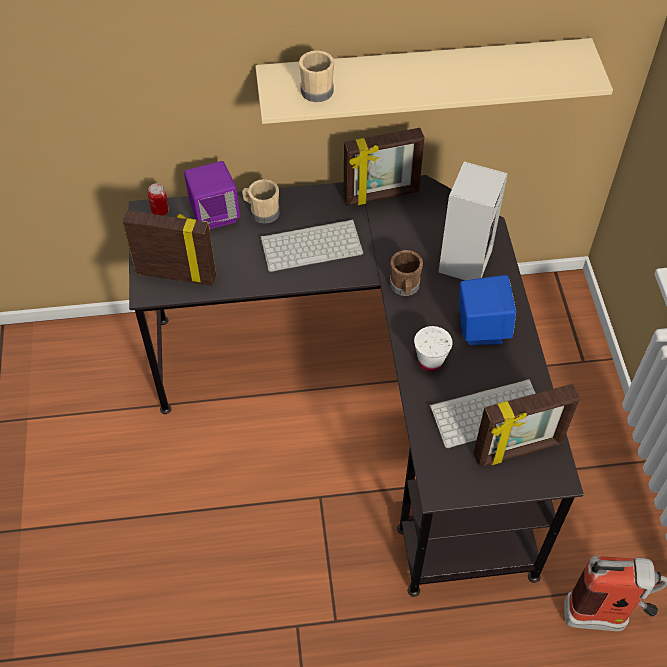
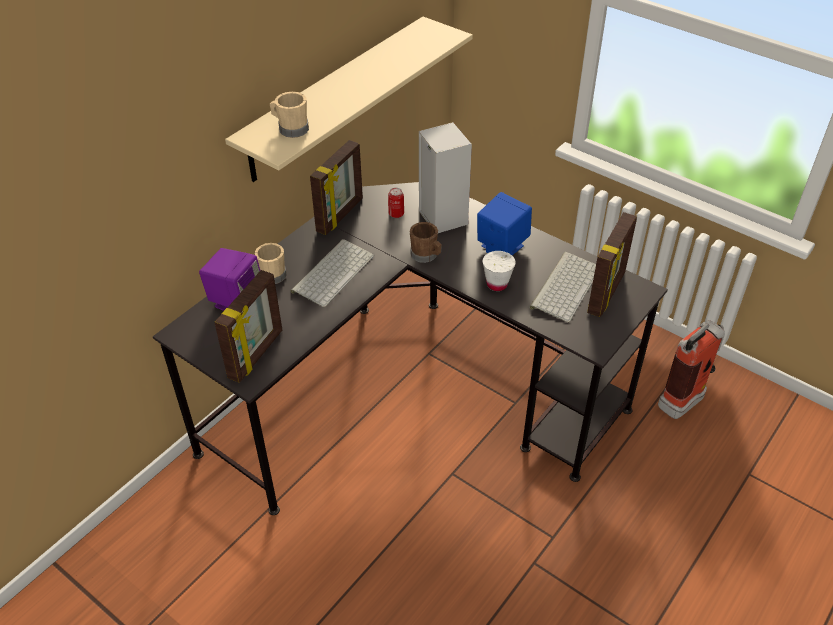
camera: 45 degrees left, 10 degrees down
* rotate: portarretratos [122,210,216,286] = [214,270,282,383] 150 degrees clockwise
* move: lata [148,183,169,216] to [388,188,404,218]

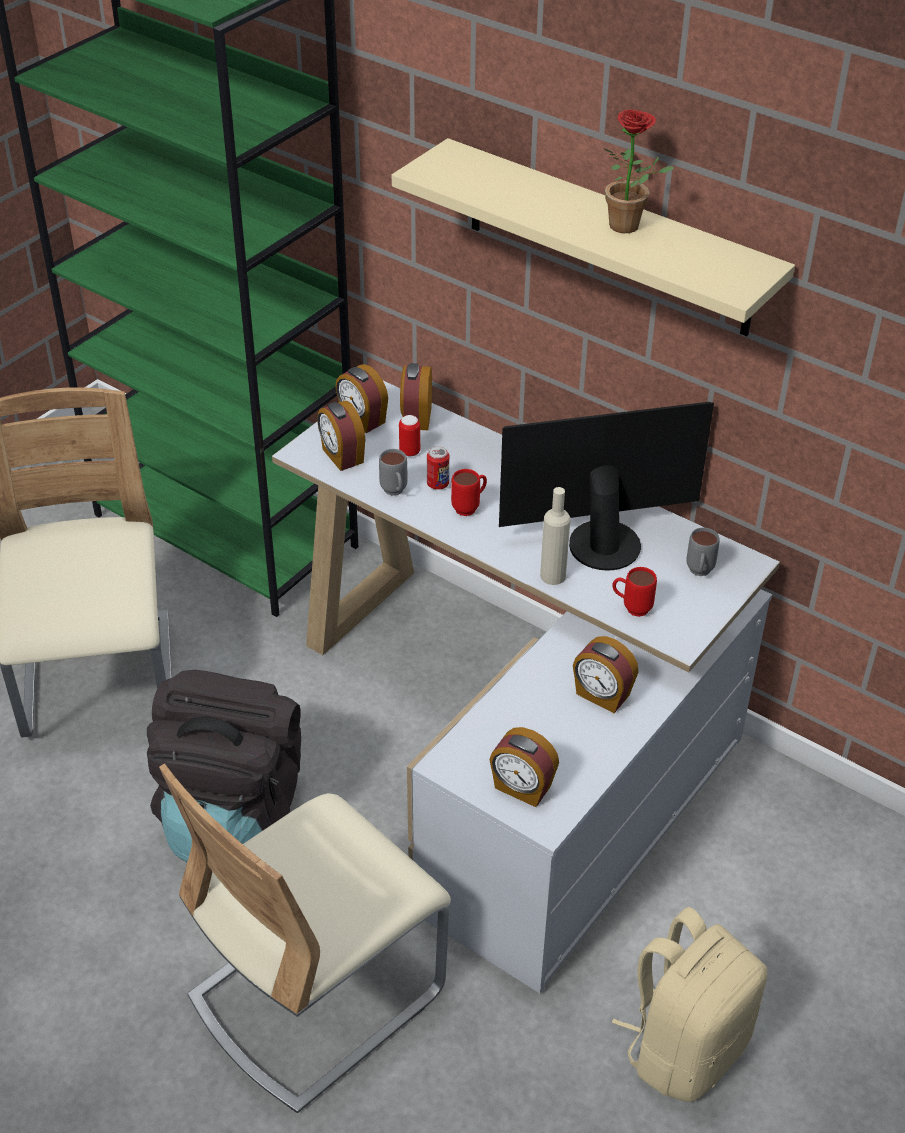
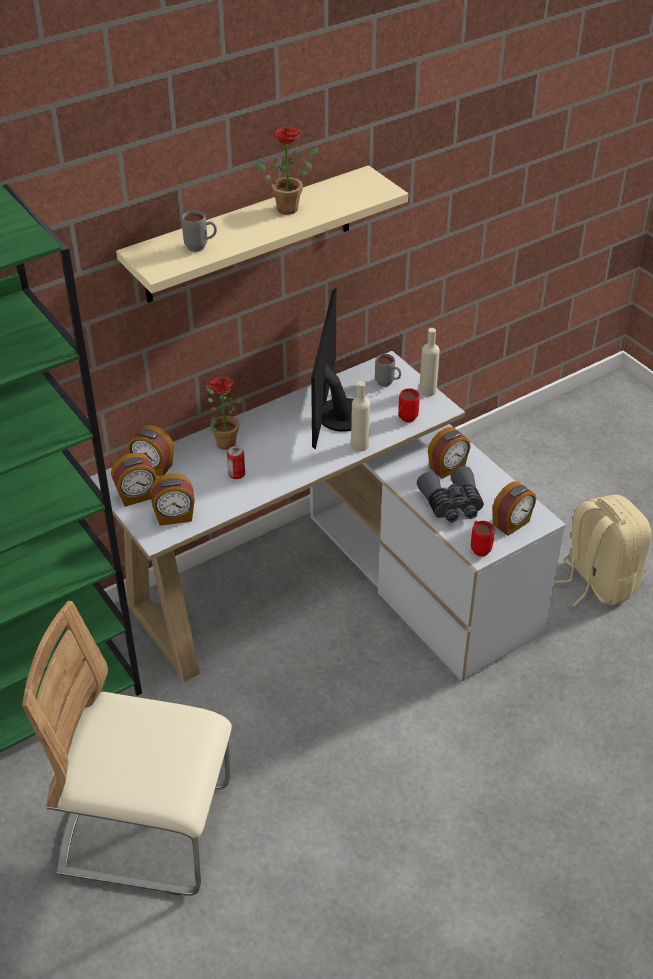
camera: 70 degrees left, 0 degrees up
* move: taza grande/gris [379,449,408,496] to [182,210,217,252]
* insert: planta en maceta [206,377,242,450]
* insert: prismáticos/gris [417,466,484,522]
* insert: botella/beis [419,328,440,397]
* move: taza grande/rojo [451,469,487,516] to [471,521,495,557]
* delete: mochila/negro [147,670,301,862]
* delete: silla/beis [159,764,451,1113]
* delete: lata [399,415,420,456]

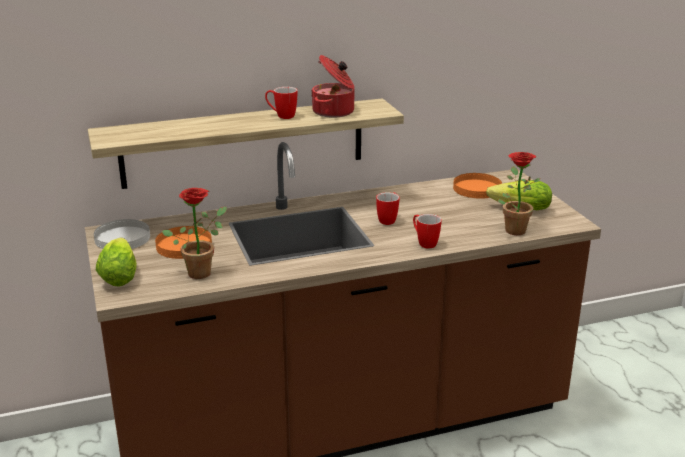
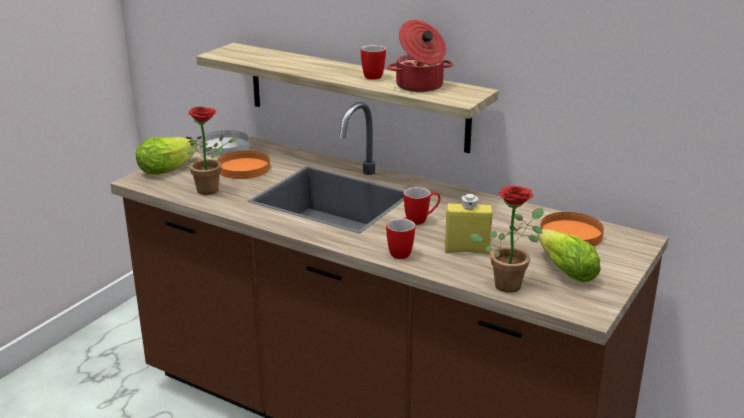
camera: 50 degrees right, 0 degrees up
* insert: botella/amarillo [445,194,493,255]

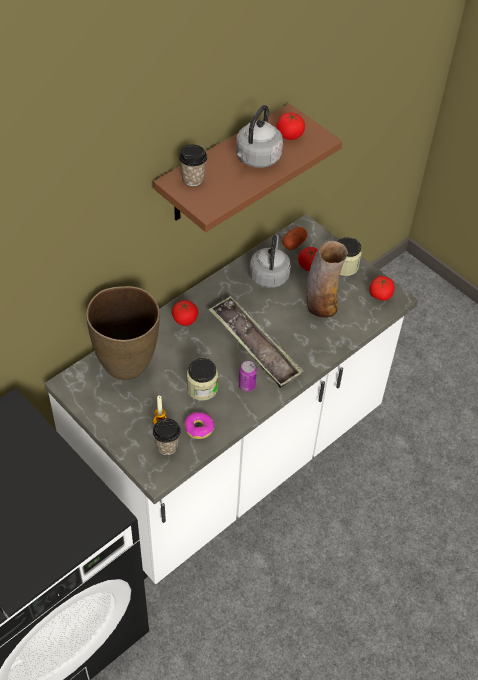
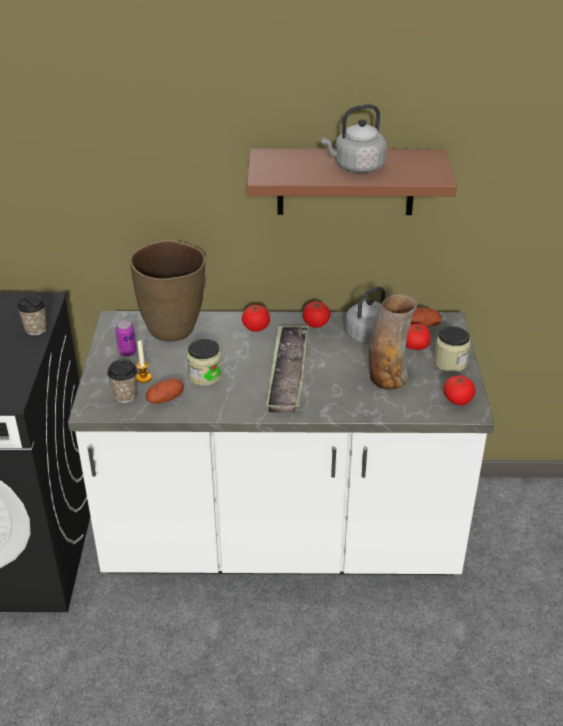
camera: 45 degrees right, 15 degrees down
* move: taza [179,145,207,186] to [17,294,47,335]
* move: lata [239,361,257,392] to [115,320,136,356]
* replace: rosquilla [185,412,214,439] to patata [146,378,184,404]
* move: tomate [276,112,305,140] to [303,301,331,328]

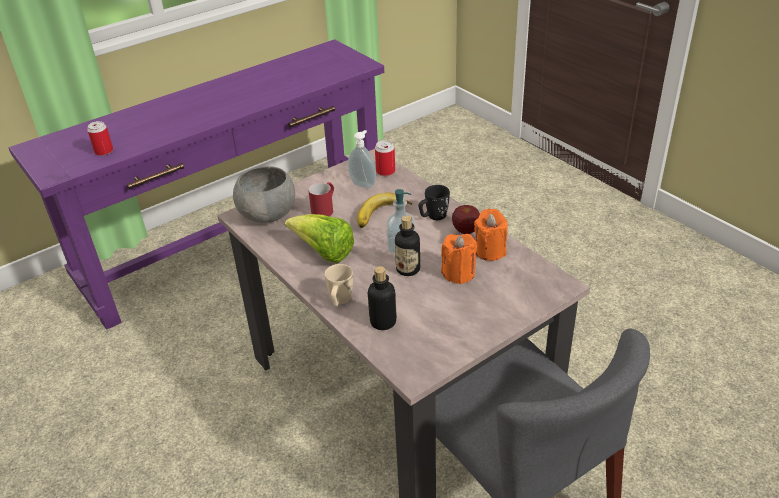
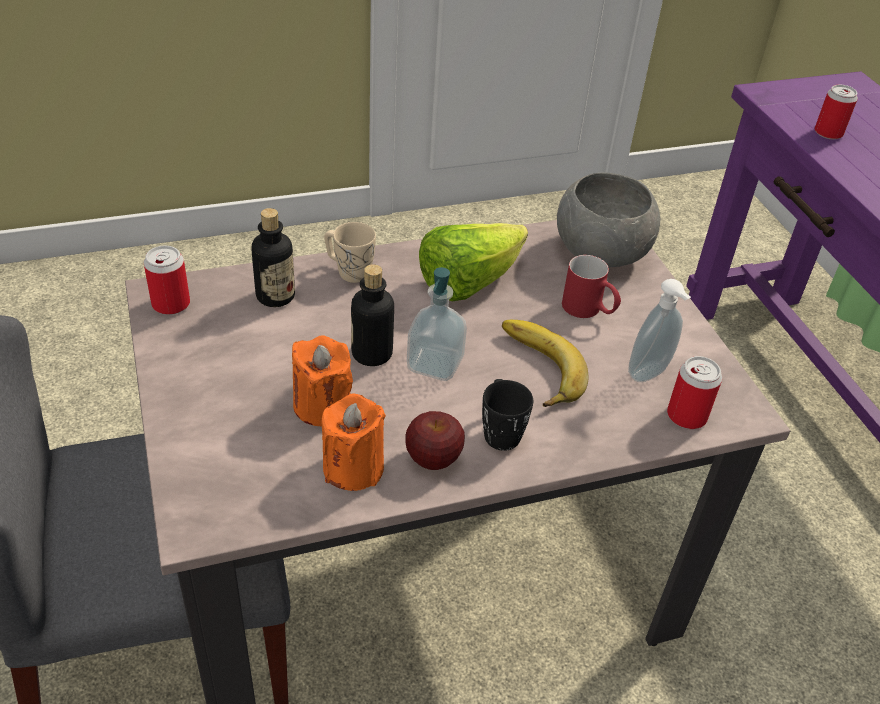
camera: 105 degrees right, 5 degrees up
* insert: lata [144,246,190,315]

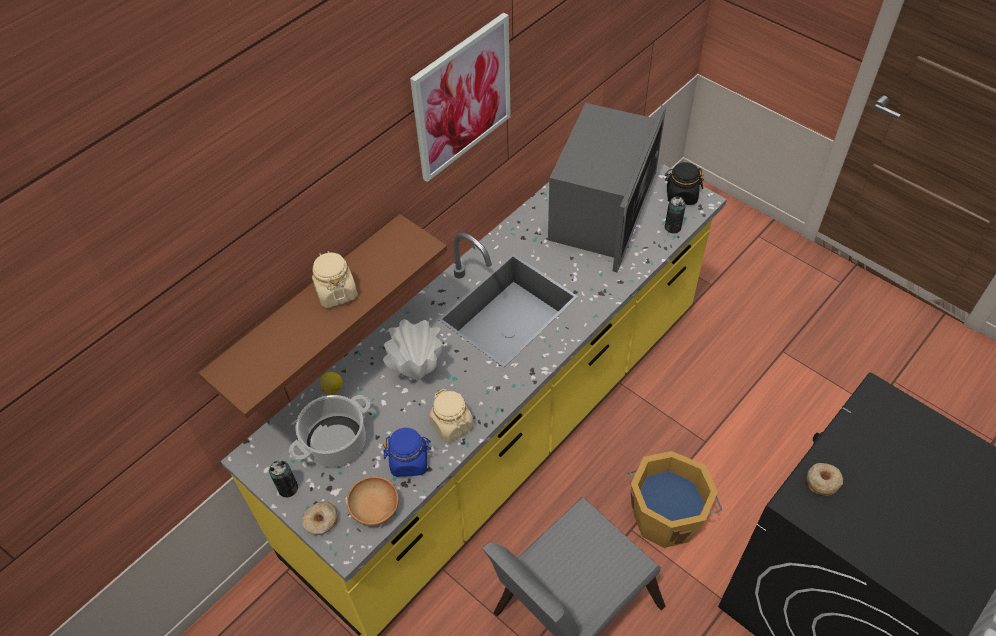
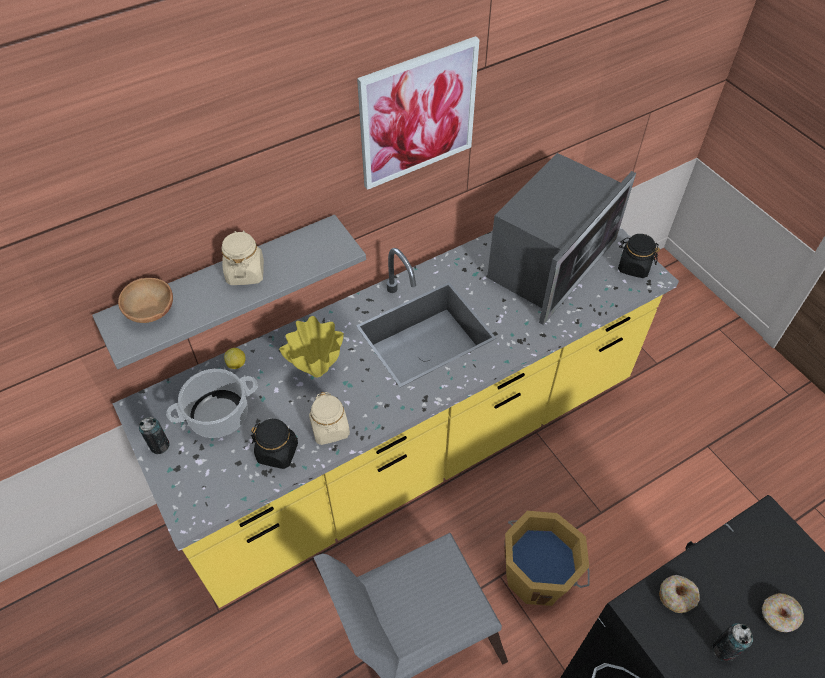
camera: 15 degrees right, 0 degrees up
* recolor: estante/marrón [198,214,447,419] to estante/gris [92,215,366,369]
* move: cuenco/marrón [347,476,399,526] to [118,278,173,323]
* recolor: tarro/azul [383,428,431,477] to tarro/negro [251,419,298,469]
* recolor: florero/blanco [383,319,442,380] to florero/amarillo [279,316,344,377]
* move: lata [665,196,686,234] to [712,623,753,662]
* move: rosquilla [302,501,338,535] to [762,593,804,632]

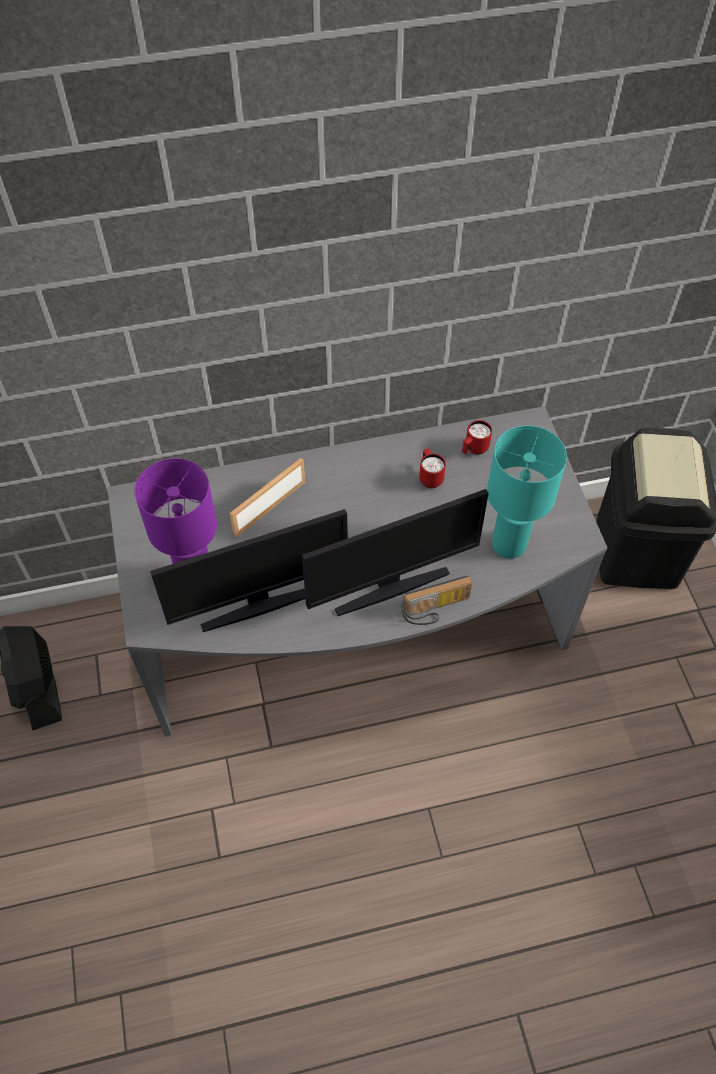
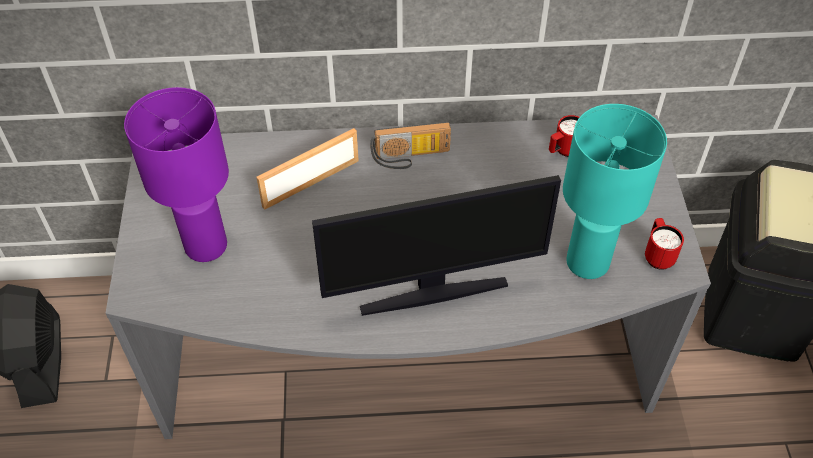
camera: 10 degrees right, 5 degrees down
* move: radio [401,576,472,625] to [370,122,451,169]
* move: taza grande/rojo [419,449,446,488] to [645,218,684,270]
* delete: monitor [150,509,348,632]

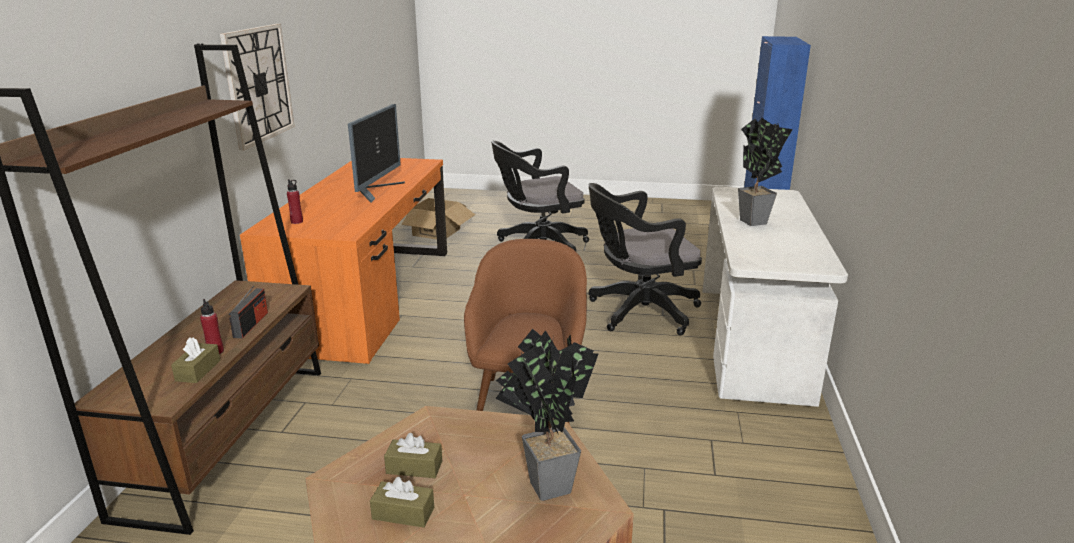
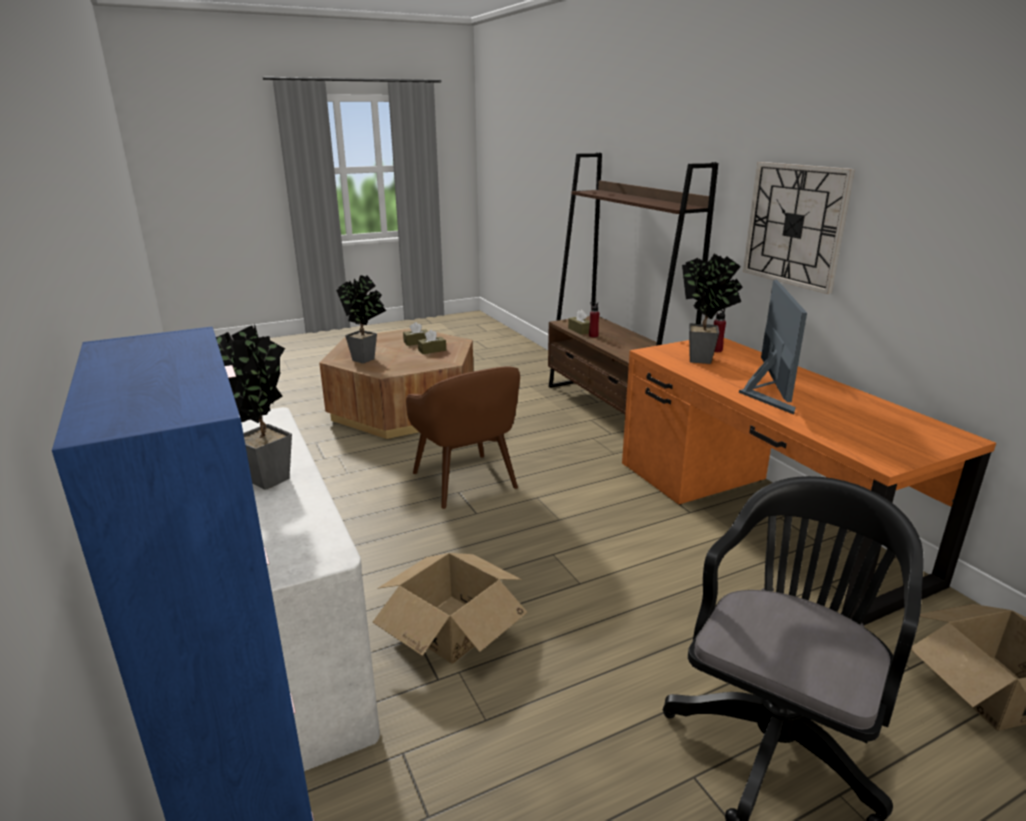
camera: 145 degrees right, 0 degrees up
* replace: silla de oficina/negro [588,183,702,336] to caja de cartón [373,553,527,664]
* insert: planta en maceta [682,254,743,364]
* rotate: monitor [348,104,405,203] = [739,280,807,414] 150 degrees counterclockwise
* delete: radio [229,285,268,338]

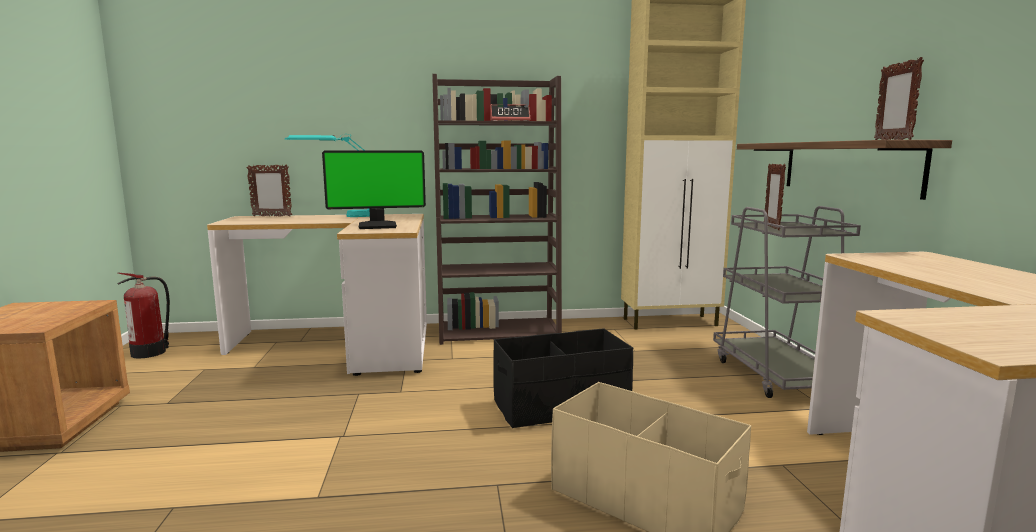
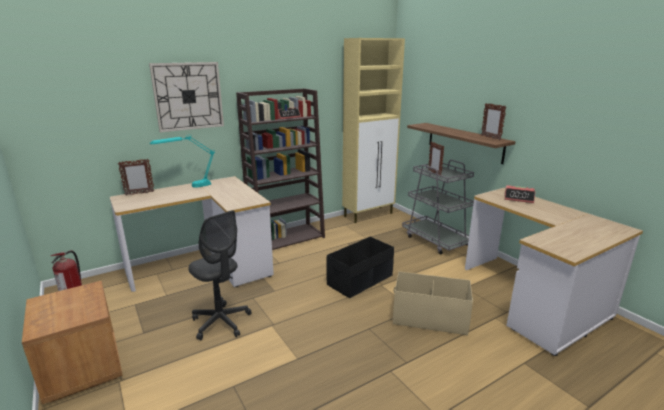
camera: 25 degrees left, 10 degrees up
* insert: reloj de pared [149,62,224,132]
* insert: silla de oficina/gris [188,210,251,340]
* insert: despertador [504,185,535,203]
* delete: monitor [322,151,426,229]

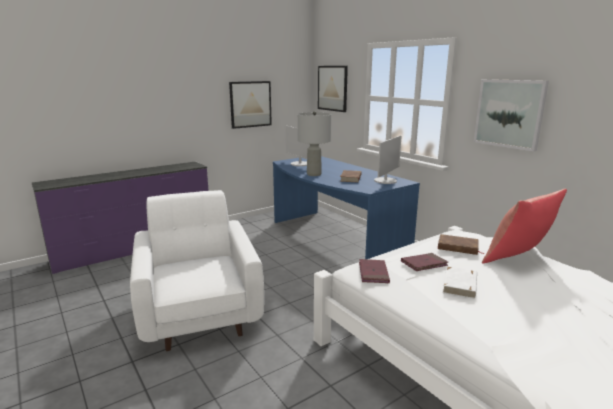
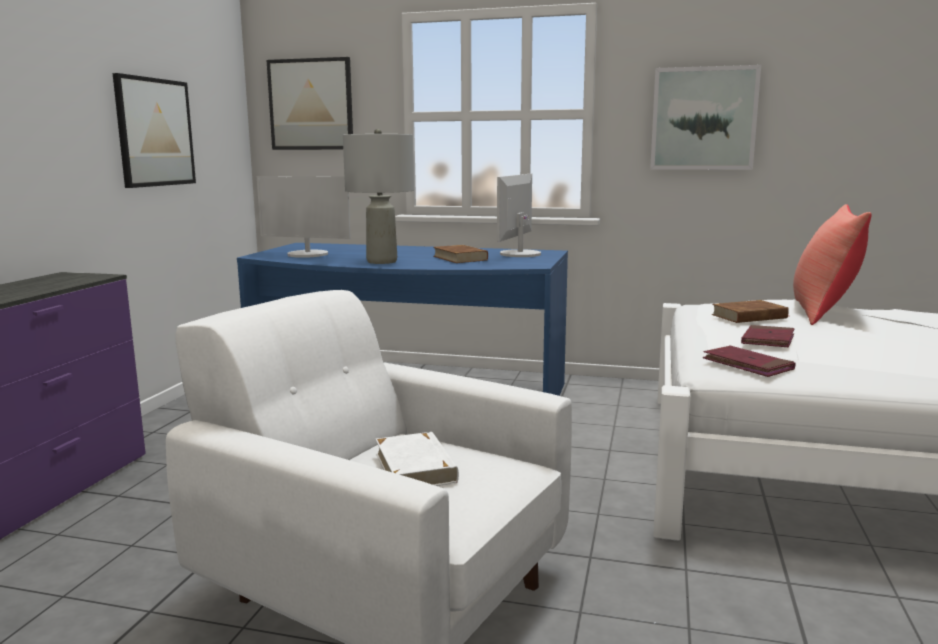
camera: 40 degrees left, 5 degrees down
* move: libro/blanco [442,266,477,299] to [375,432,459,486]
* rotate: monitor [374,135,401,184] = [497,174,541,257] 150 degrees counterclockwise

